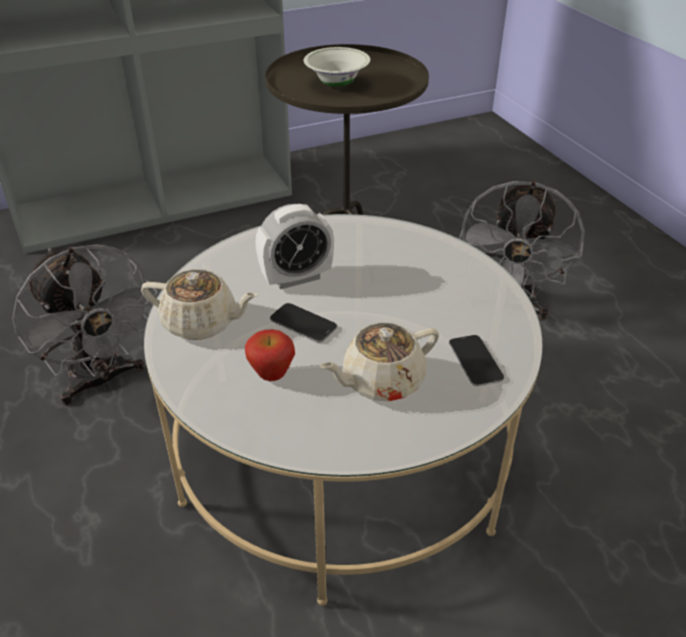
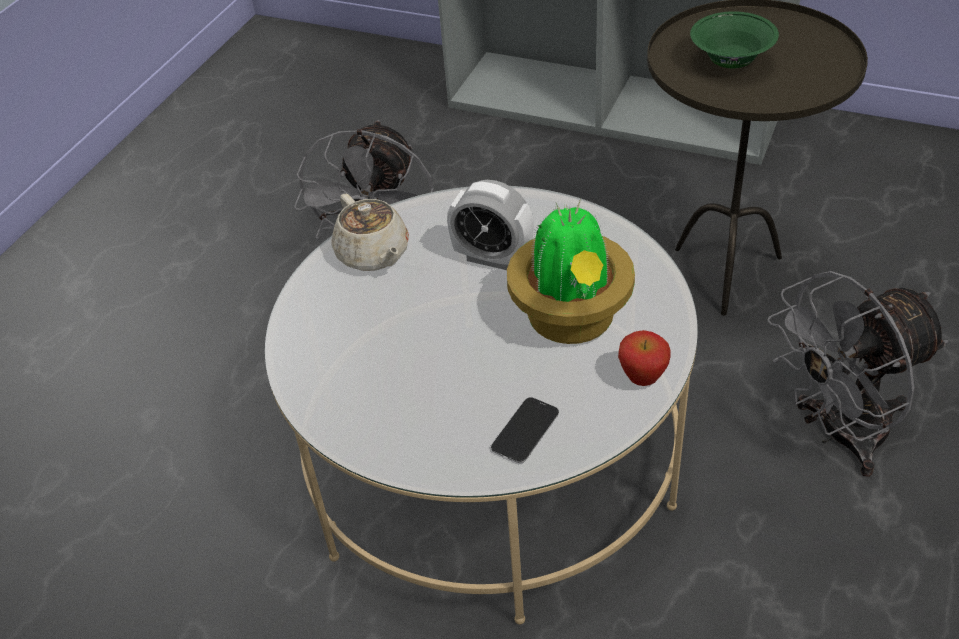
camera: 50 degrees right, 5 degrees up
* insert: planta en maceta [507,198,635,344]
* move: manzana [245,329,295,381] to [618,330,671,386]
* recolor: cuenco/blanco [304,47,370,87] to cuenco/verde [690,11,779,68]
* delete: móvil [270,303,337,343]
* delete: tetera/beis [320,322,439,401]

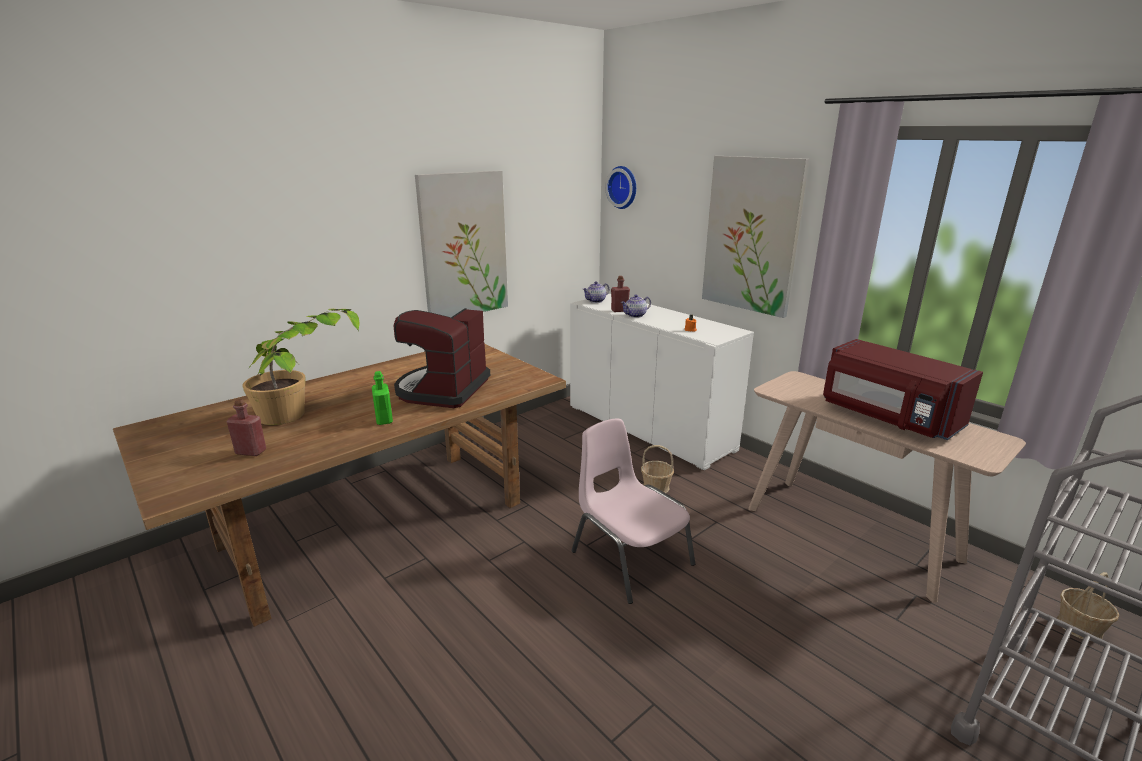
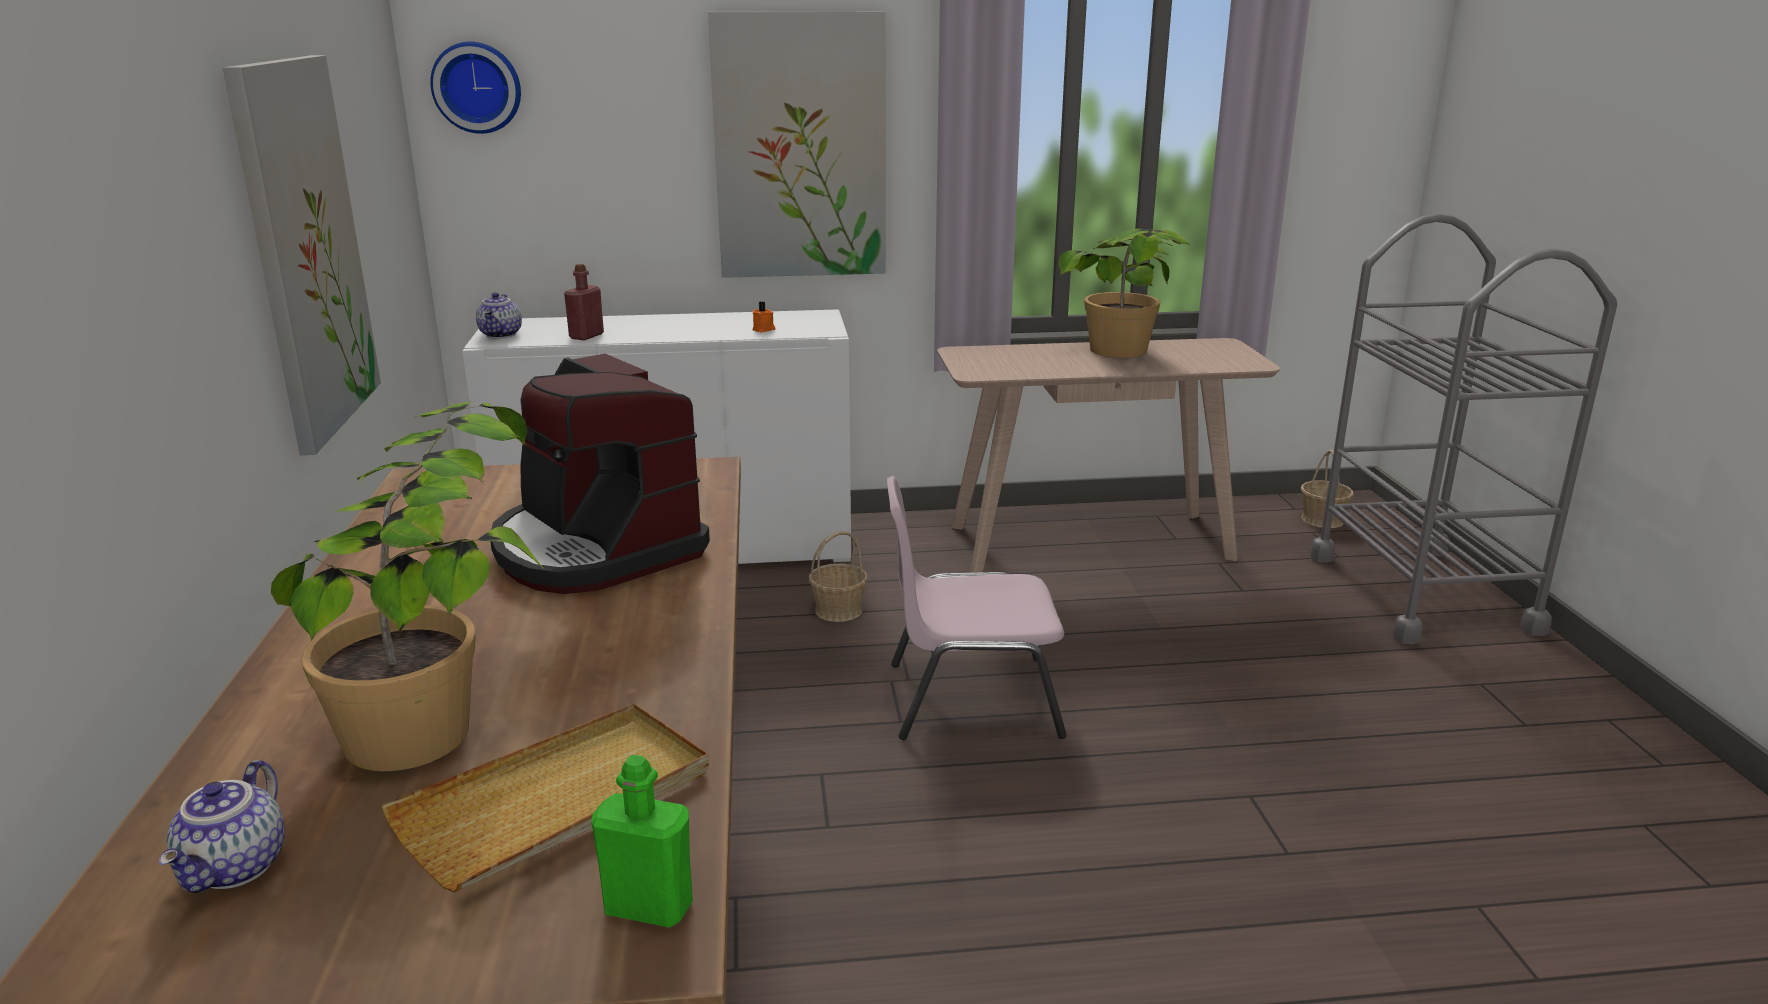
camera: 55 degrees left, 0 degrees up
* move: tetera [621,294,651,318] to [159,760,285,893]
* replace: botella/rojo [226,399,266,456] to bandeja/beis [381,704,709,893]
* move: botella/verde [372,371,393,425] to [591,755,693,928]
* replace: microondas/rojo [823,339,983,440] to planta en maceta [1059,228,1190,358]

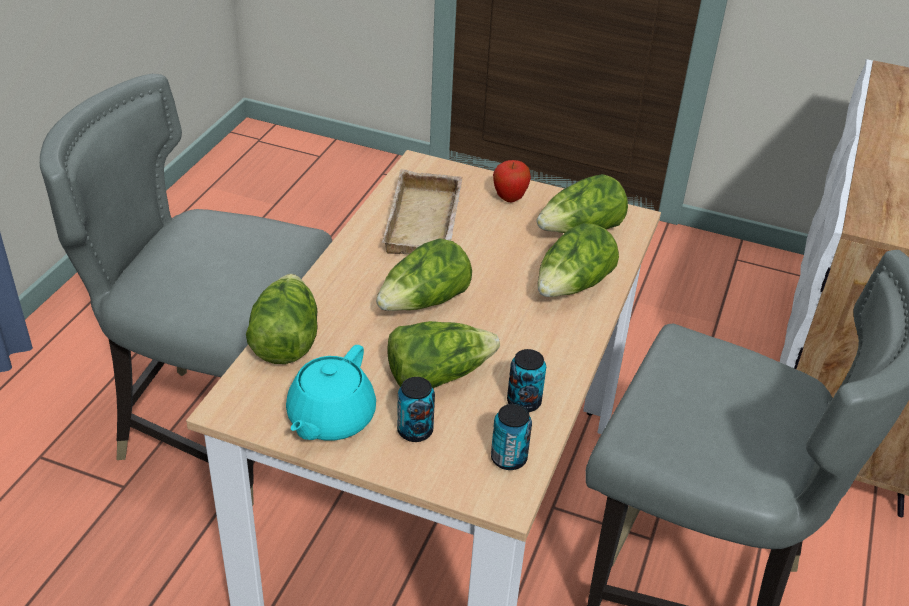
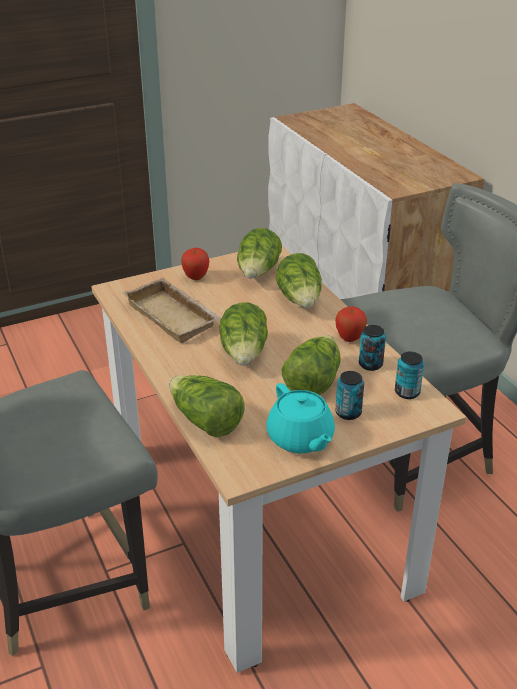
camera: 45 degrees left, 5 degrees down
* insert: manzana [335,306,367,342]

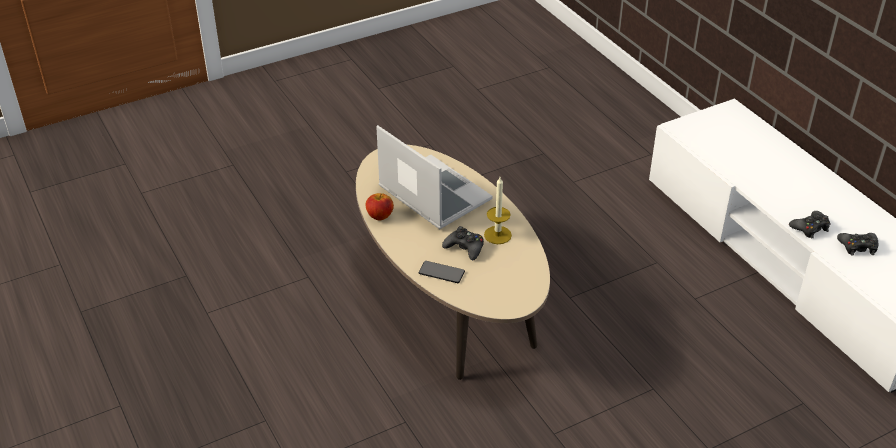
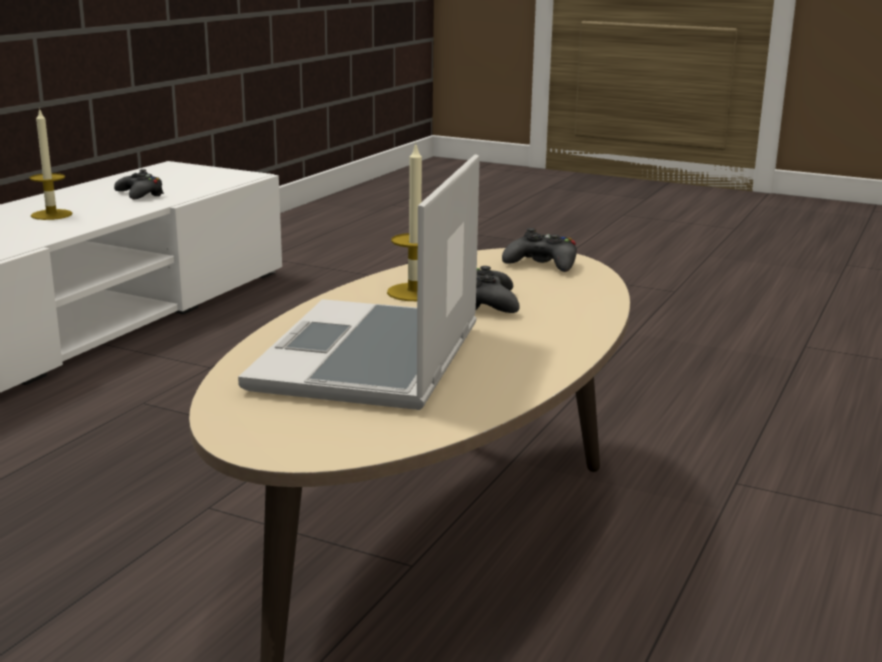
camera: 125 degrees left, 20 degrees down
* insert: vela [29,108,72,220]
* move: mando de consola/negro [789,211,830,239] to [502,228,577,272]
* delete: manzana [366,193,394,221]
* delete: móvil [418,261,465,283]

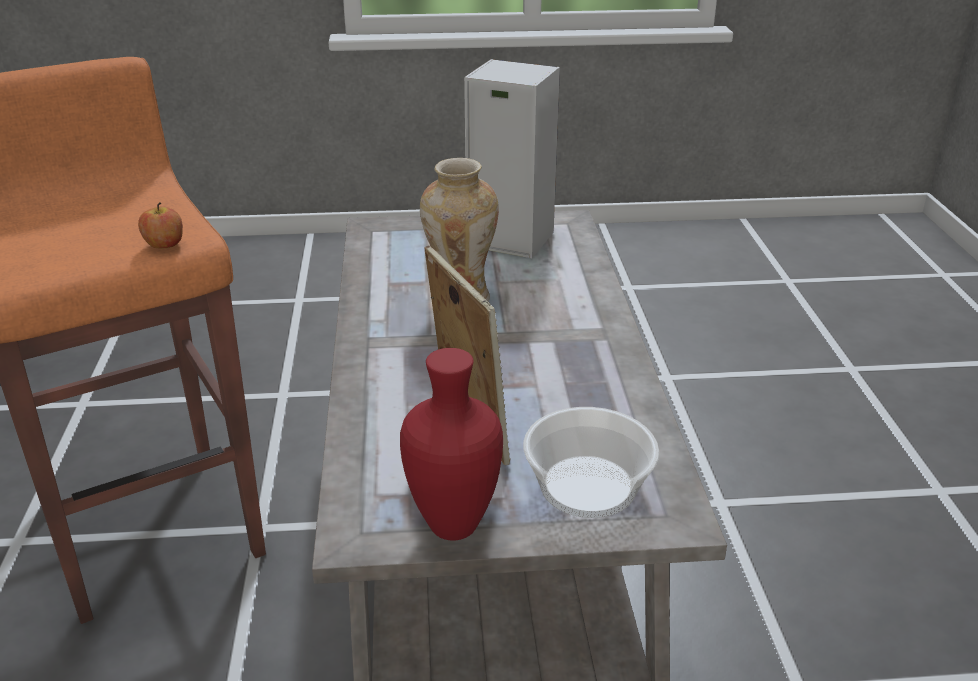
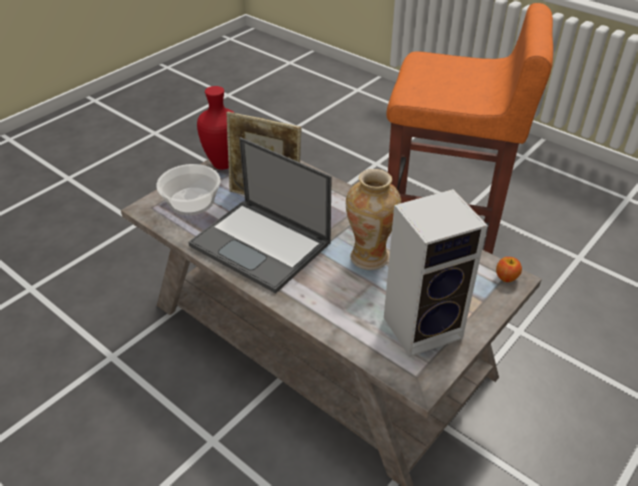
camera: 135 degrees right, 10 degrees up
* insert: portátil [189,137,332,293]
* move: manzana [138,202,183,248] to [496,257,522,282]

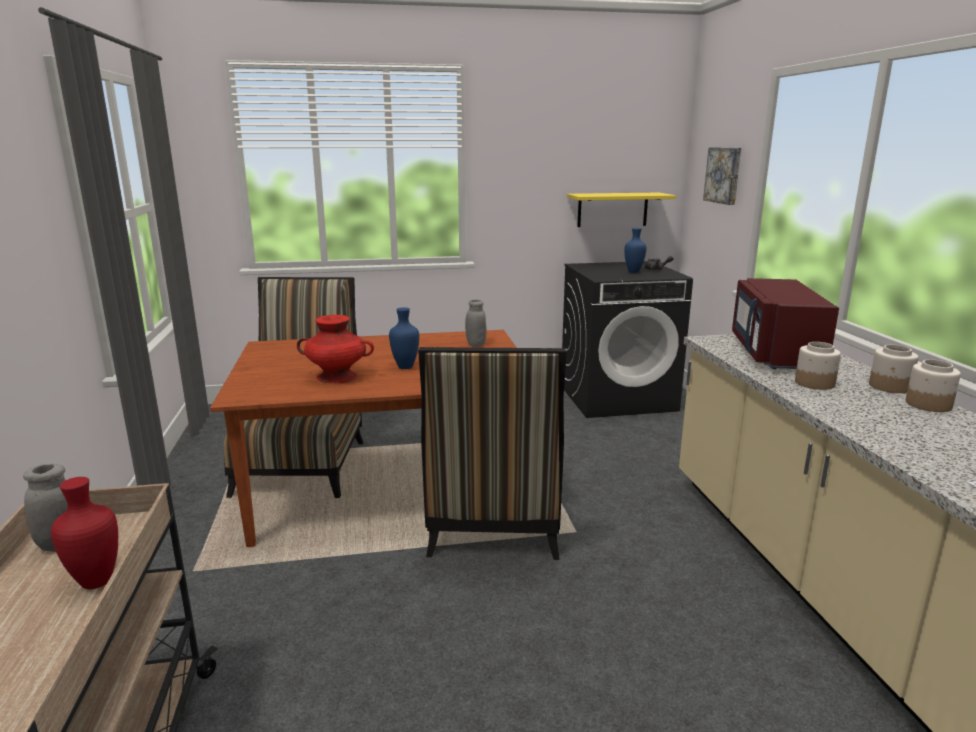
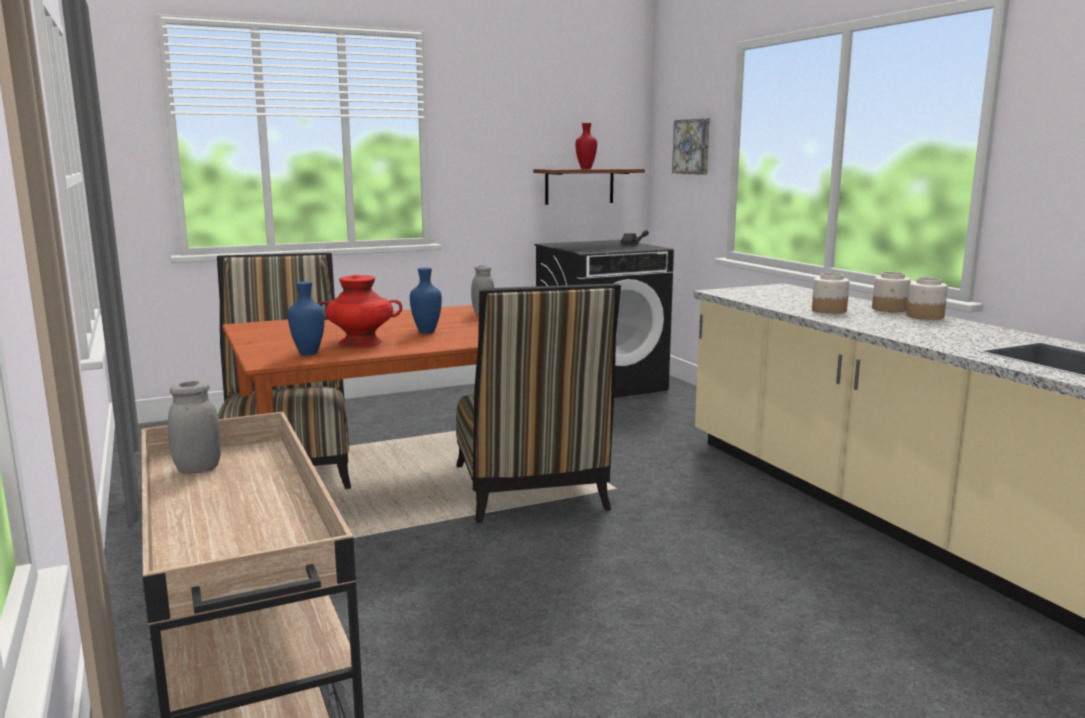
camera: 15 degrees left, 5 degrees down
* move: florero/azul [624,228,647,273] to [288,281,325,355]
* recolor: estante/amarillo [567,192,676,227] to estante/marrón [533,168,645,205]
* move: florero/rojo [51,477,118,589] to [576,123,597,169]
* delete: microondas/rojo [732,278,839,369]

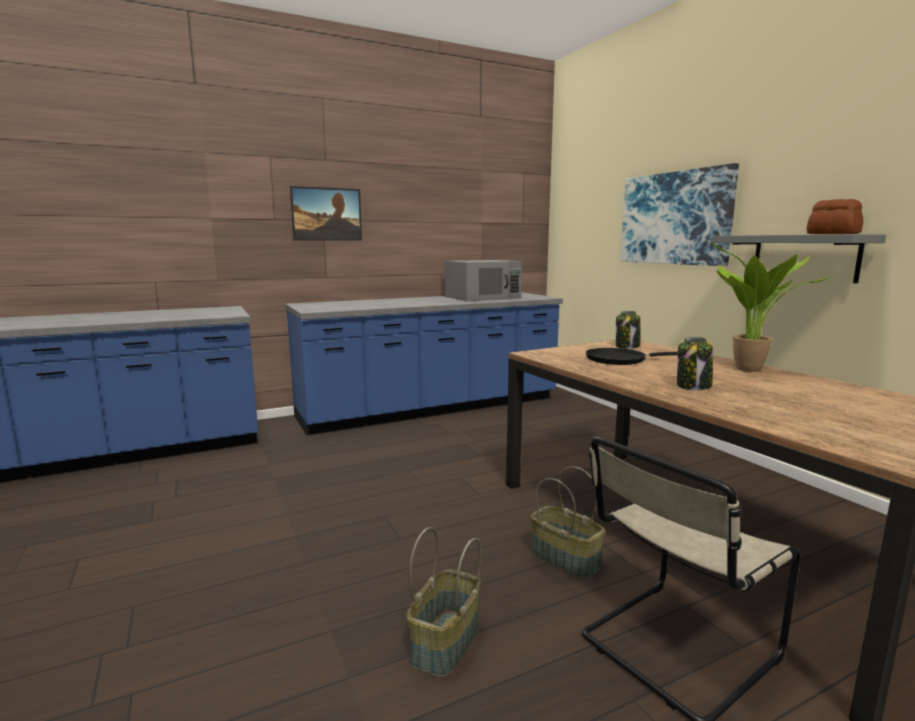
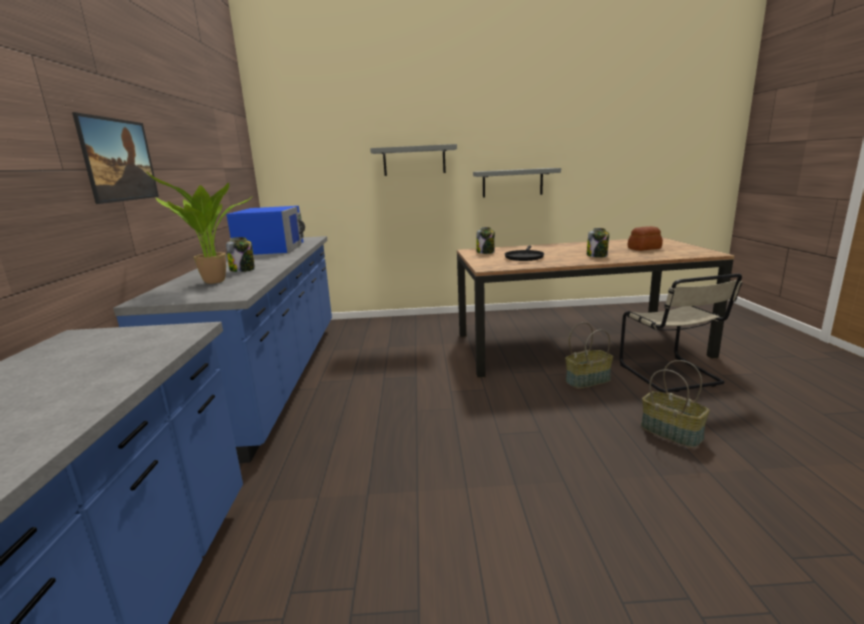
camera: 65 degrees left, 5 degrees up
* move: planta en maceta [709,238,834,372] to [146,171,252,284]
* recolor: microondas/gris [444,260,522,302] to microondas/azul [226,206,305,255]
* insert: tarro [226,237,255,272]
* replace: cuadro [620,163,739,266] to estante/gris [370,144,457,176]
* move: pan [806,199,863,234] to [628,226,663,251]

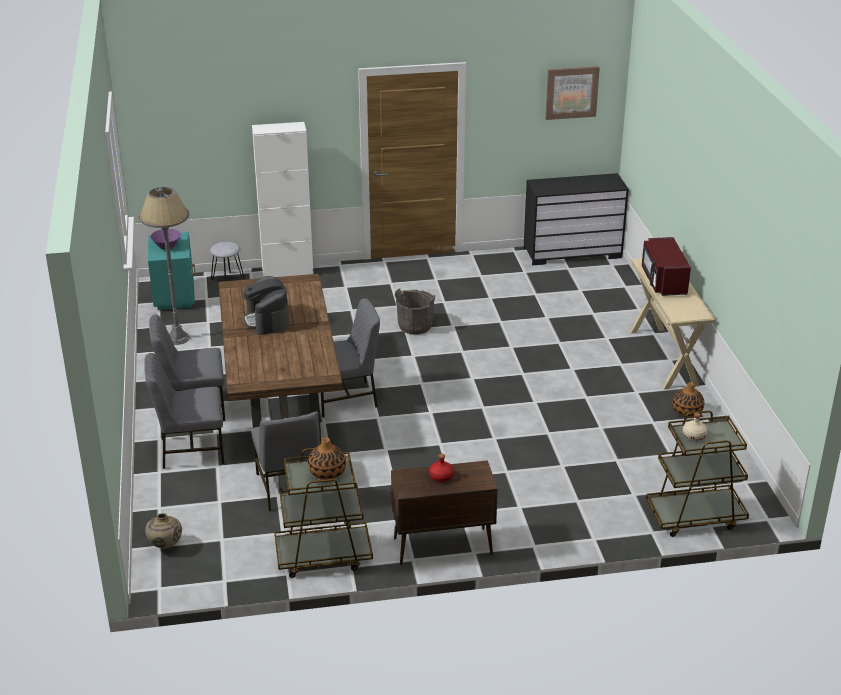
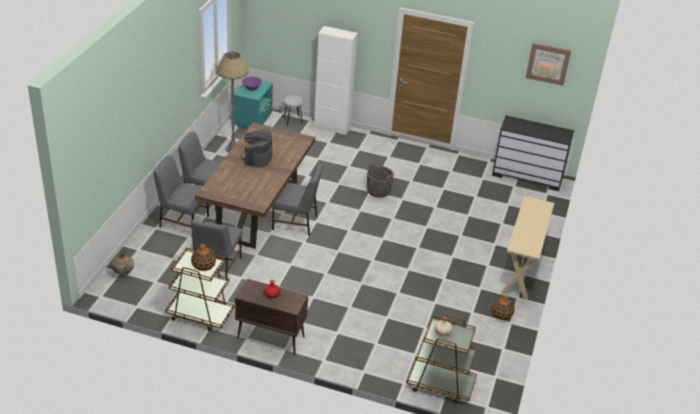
camera: 25 degrees right, 5 degrees up
* delete: microondas/rojo [642,237,691,296]

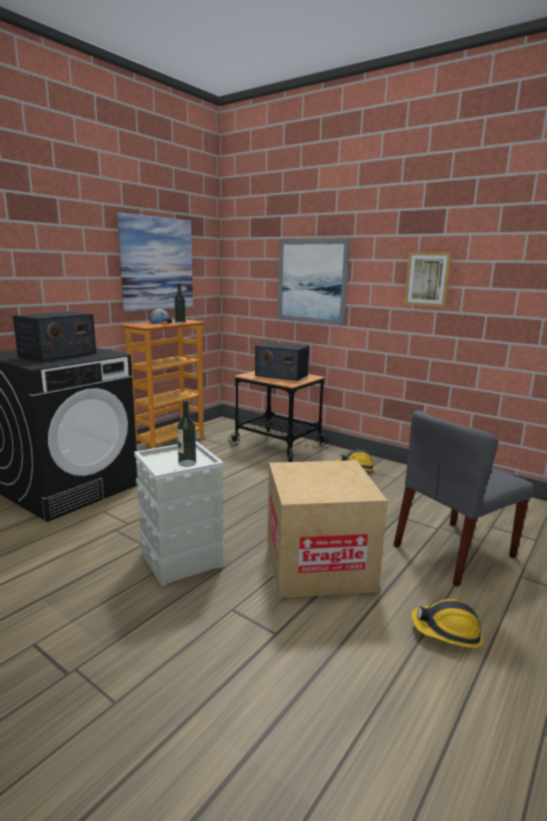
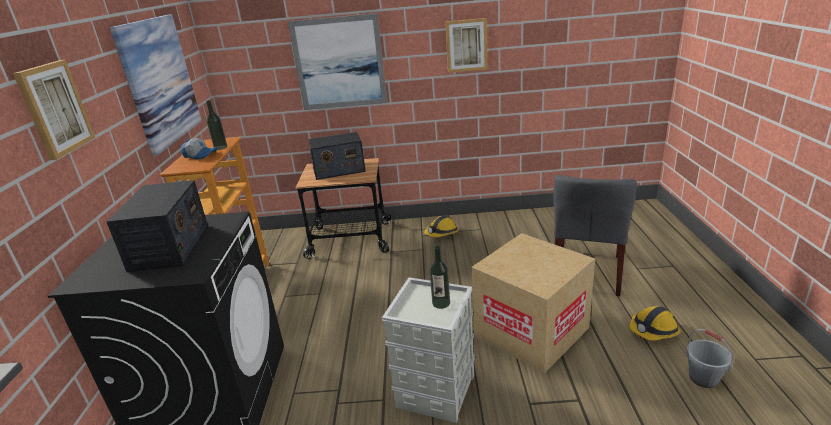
camera: 35 degrees left, 10 degrees up
* insert: cuadro [13,60,95,160]
* insert: cubo/gris [686,329,733,388]

